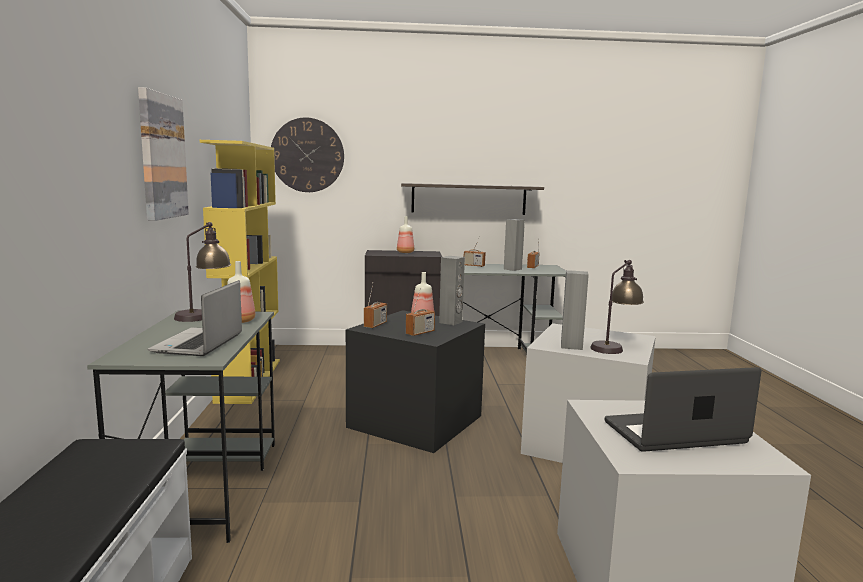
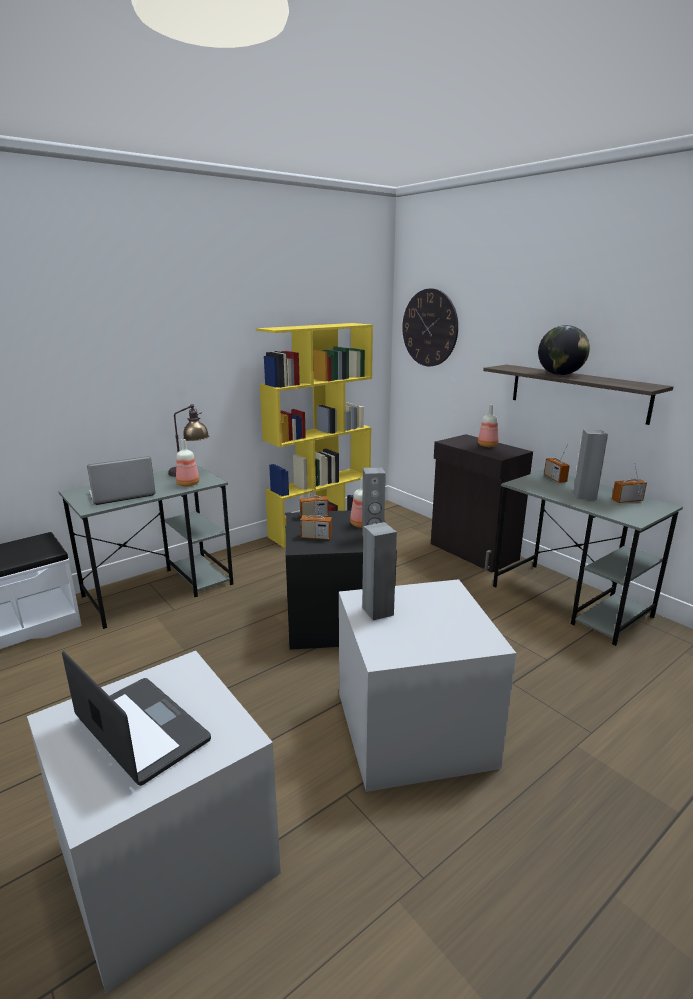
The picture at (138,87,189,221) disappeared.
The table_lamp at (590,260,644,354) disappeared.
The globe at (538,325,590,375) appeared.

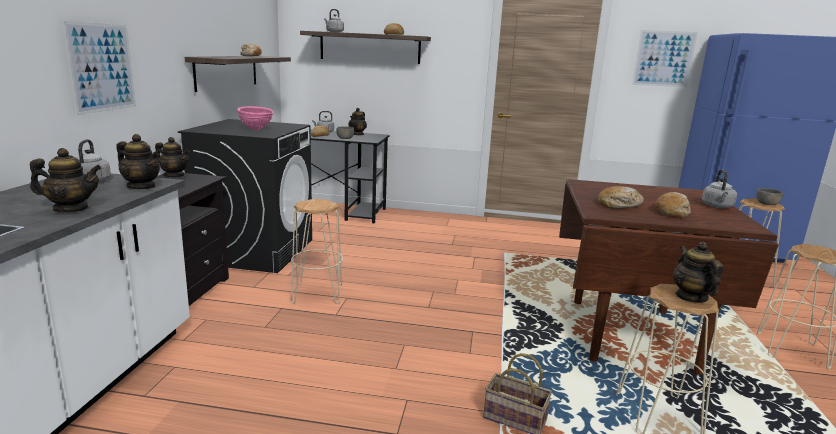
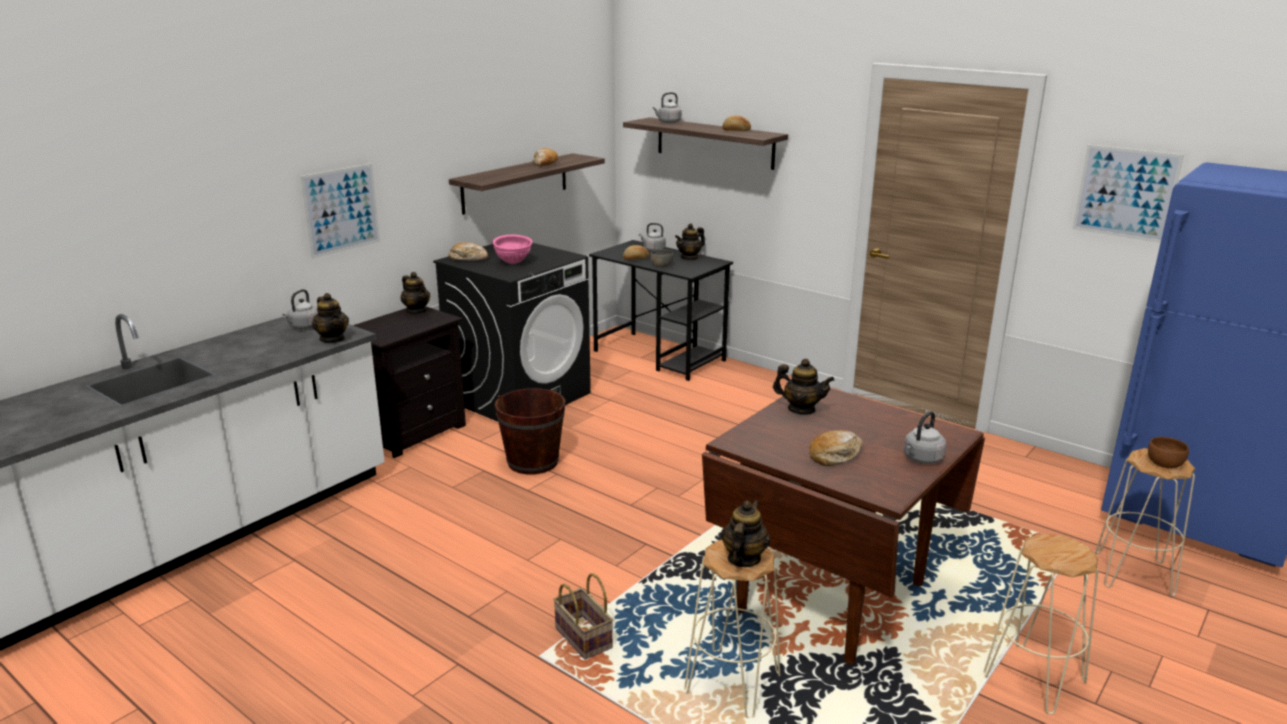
The teapot moved from (30,148,102,212) to (773,359,834,415).
The beige_stool at (291,199,343,304) was replaced by the brown_bucket at (495,388,566,474).
The bread moved from (598,186,644,209) to (449,242,488,261).
The grey_bowl at (756,188,783,205) became the brown_bowl at (1148,437,1189,468).

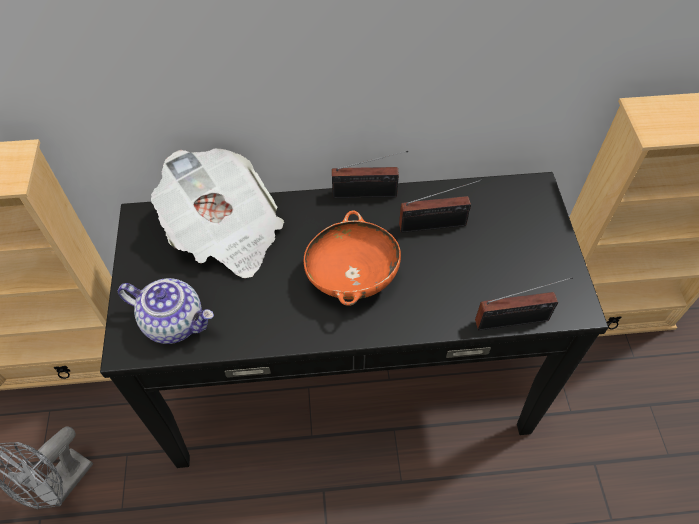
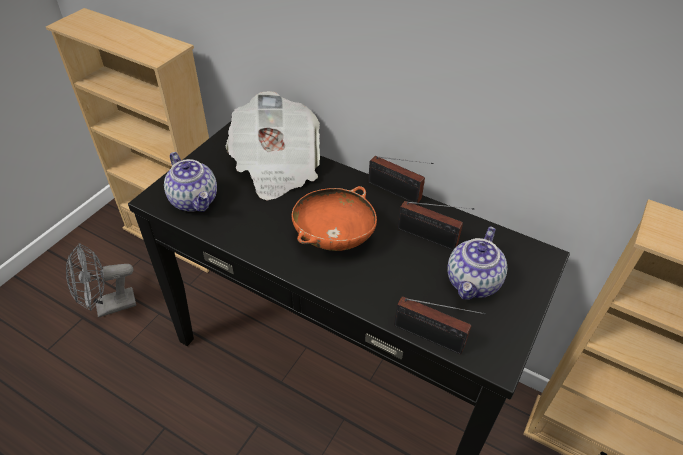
The teapot at (447,227,507,300) appeared.

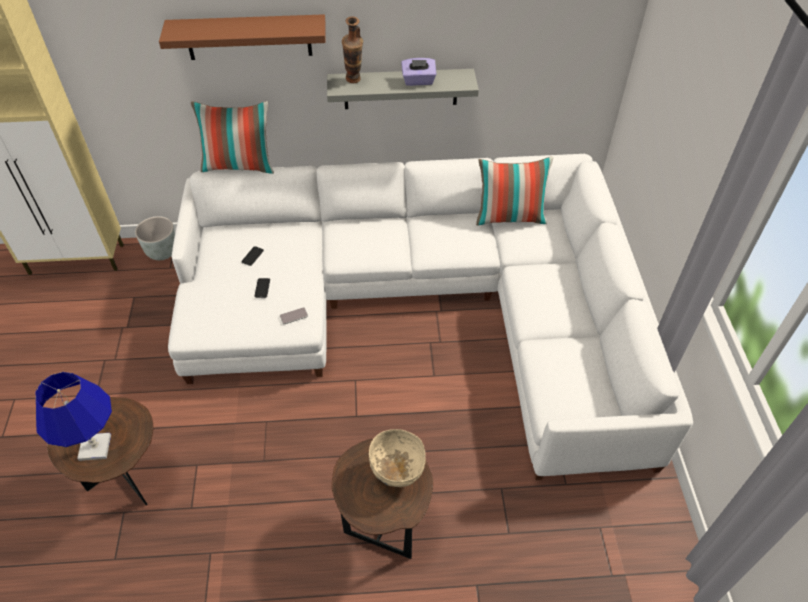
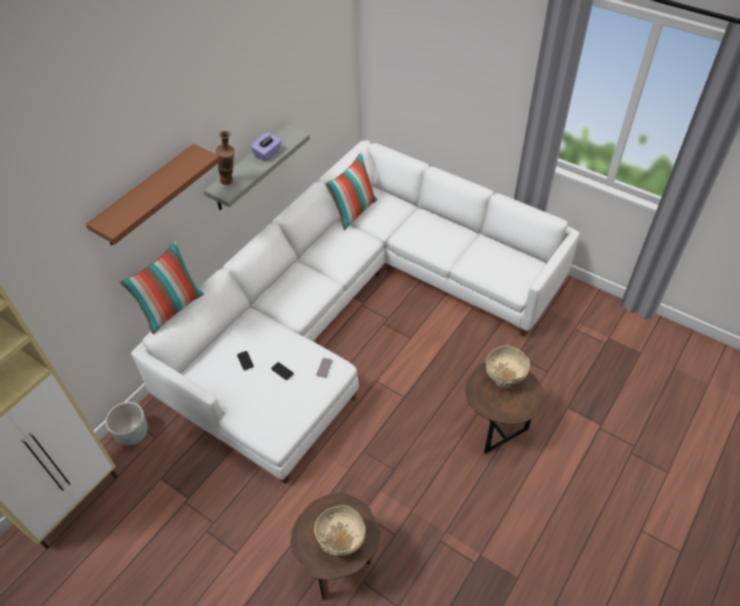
The blue_table_lamp at (36,372,112,461) was replaced by the beige_bowl at (314,505,366,556).

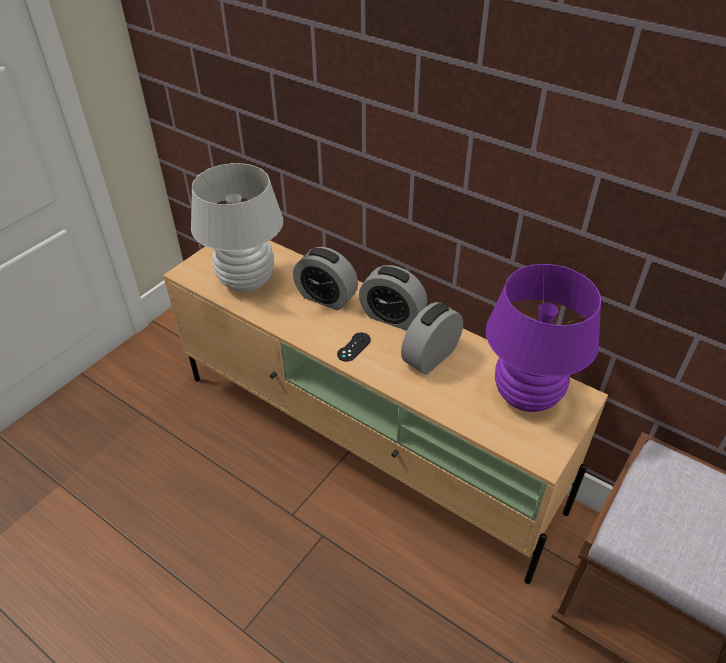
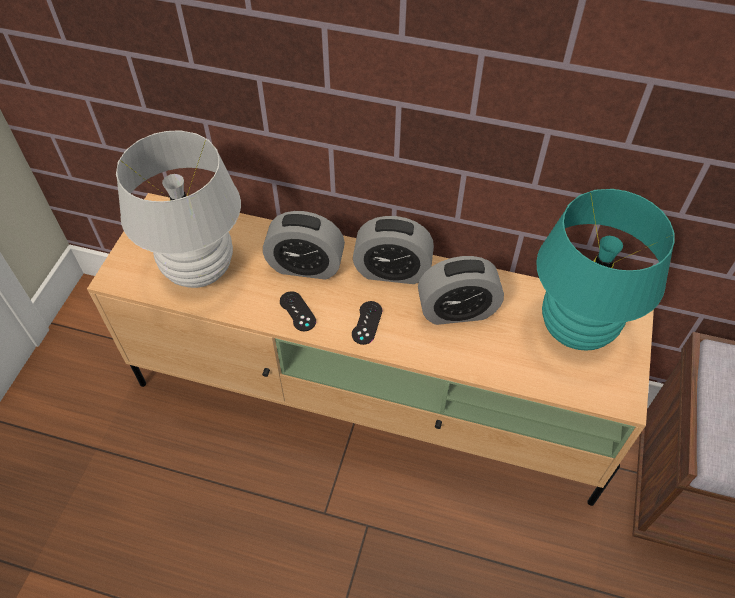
The alarm_clock at (401,302,463,374) turned 120 degrees counterclockwise.
The purple_table_lamp at (486,264,601,412) became the turquoise_table_lamp at (536,189,675,351).
The black_game_controller at (280,291,316,331) appeared.

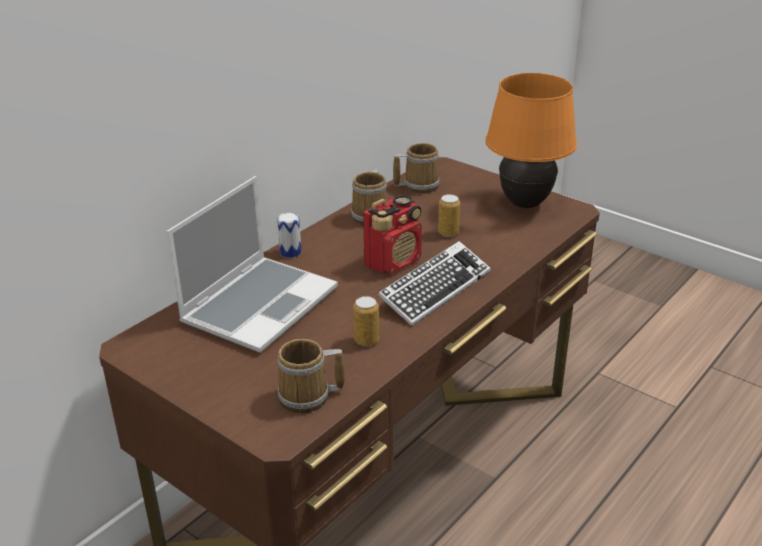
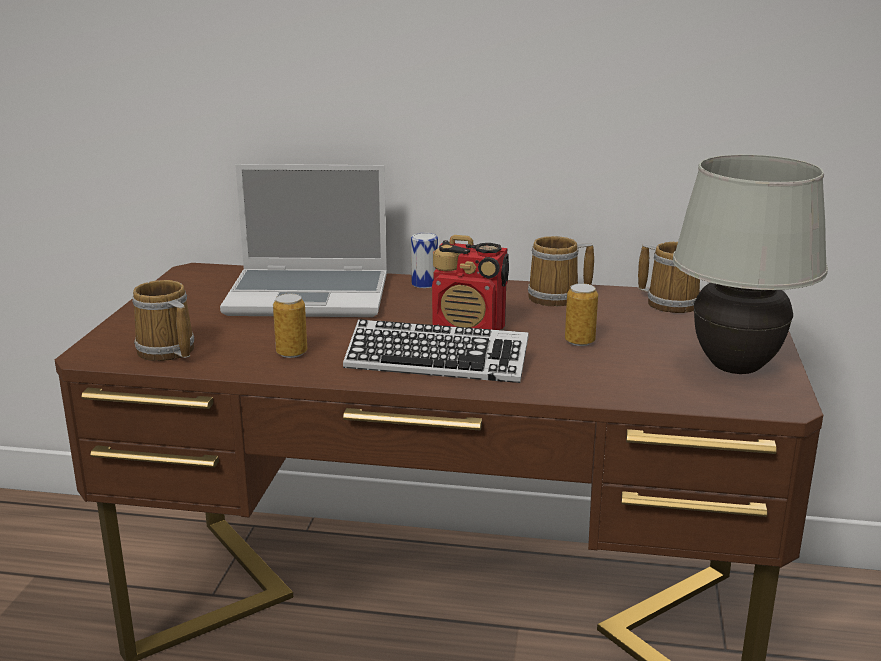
The orange_table_lamp at (485,73,577,208) became the white_table_lamp at (672,154,828,374).

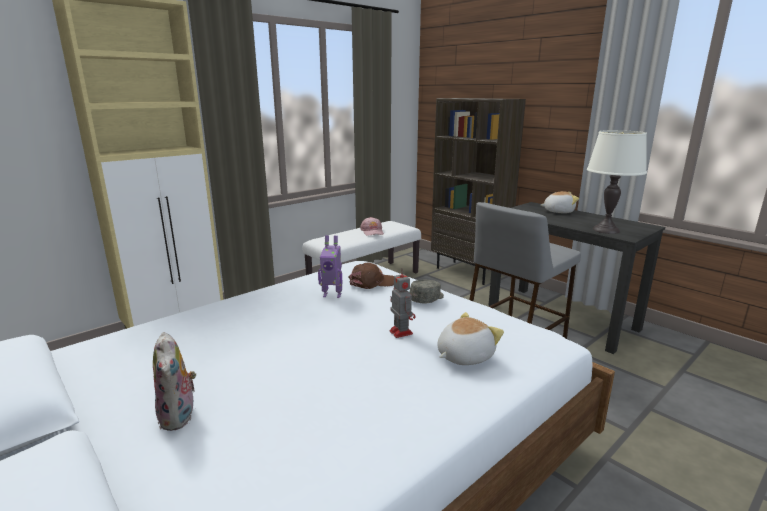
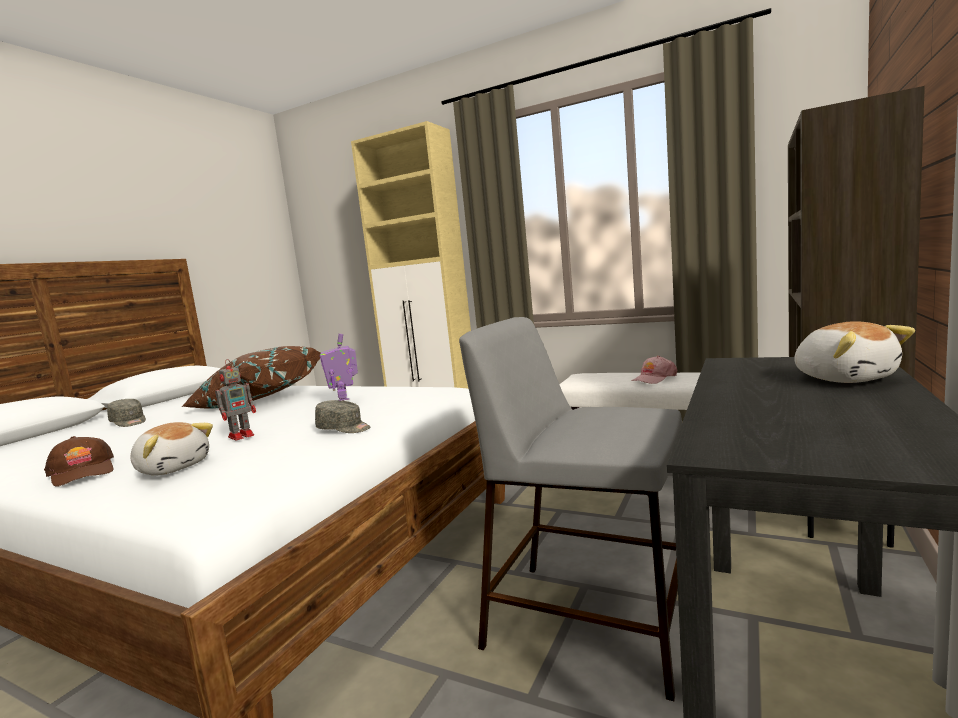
The plush_toy at (153,332,196,431) was replaced by the grey_cap at (107,399,146,427).
The brown_cap moved from (348,262,394,289) to (44,436,114,487).
The white_table_lamp at (587,130,647,234) disappeared.
The brown_pillow at (182,346,320,409) appeared.

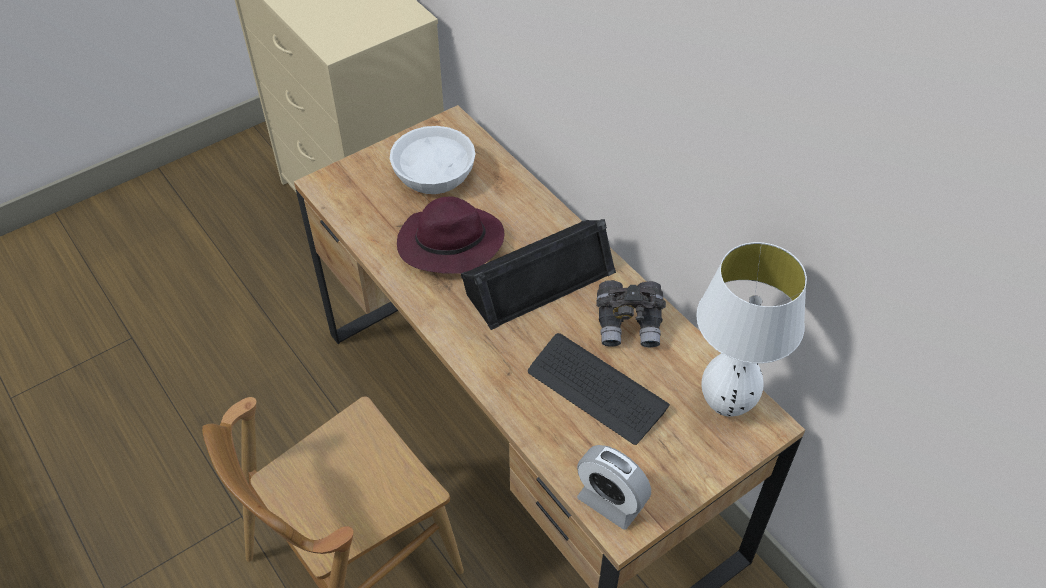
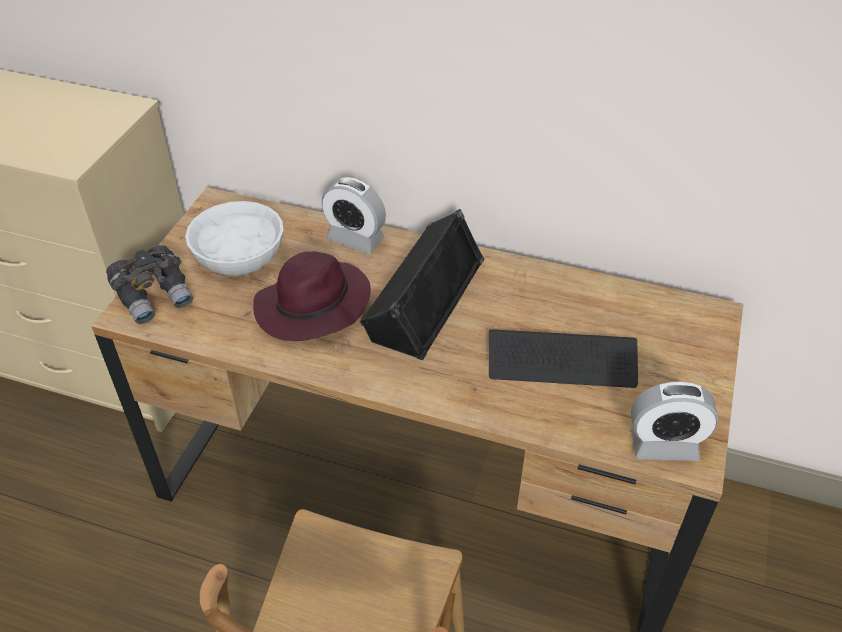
The grey_binoculars moved from (596,280,666,347) to (106,245,193,324).
The white_table_lamp at (696,242,807,417) disappeared.
The alarm_clock at (322,177,386,254) appeared.

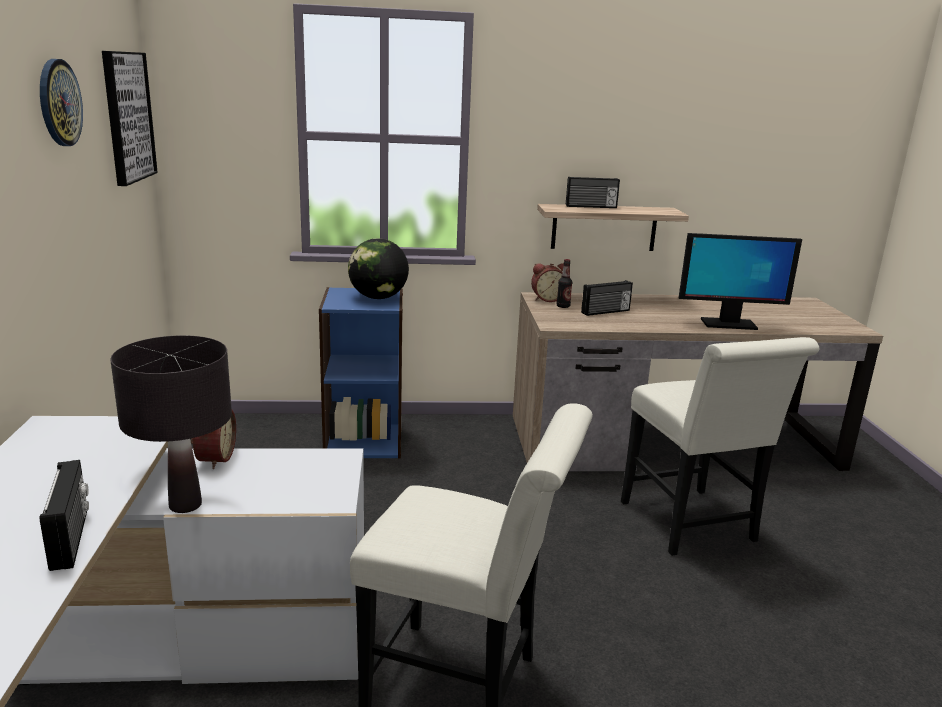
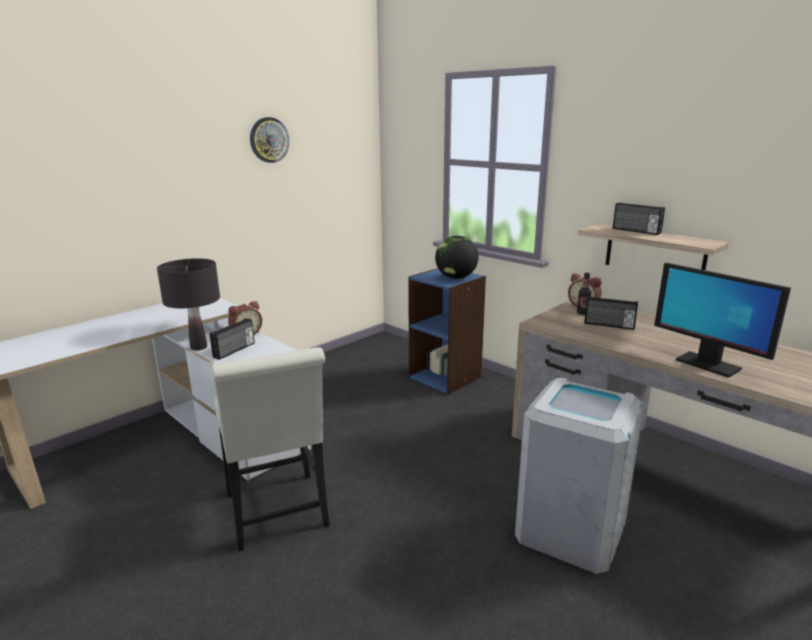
The radio moved from (39,460,89,571) to (210,318,255,360).
The picture at (102,51,158,186) disappeared.
The white_chair at (621,337,819,556) was replaced by the grey_trash_can at (515,378,644,574).

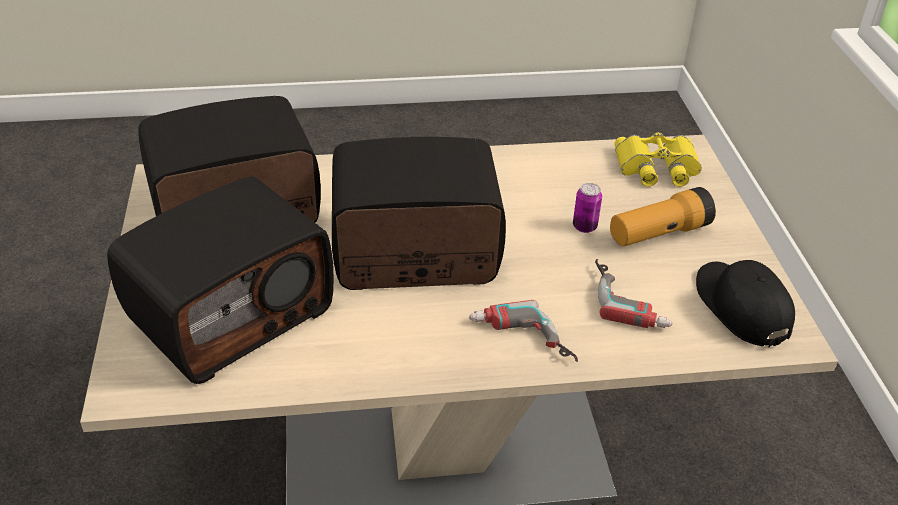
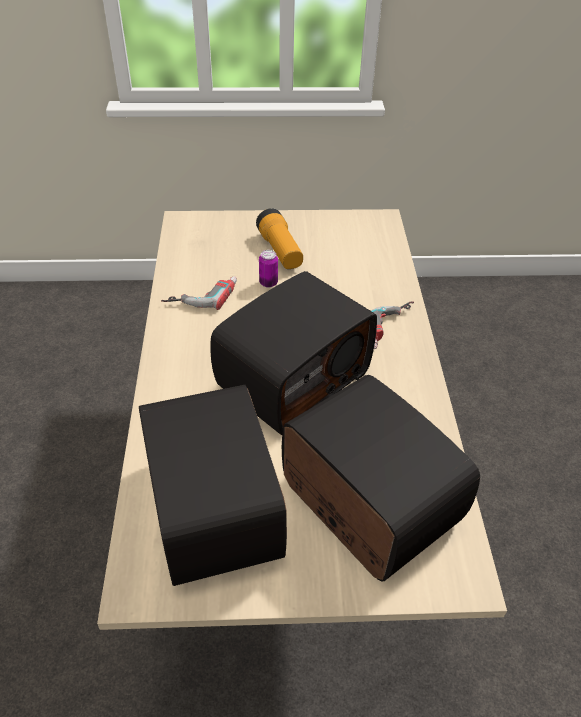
The radio at (332,137,506,290) turned 135 degrees counterclockwise.
The power_drill moved from (595,259,673,328) to (161,276,237,310).
The yellow_binoculars at (614,132,702,187) disappeared.
The black_cap at (696,260,795,347) disappeared.

